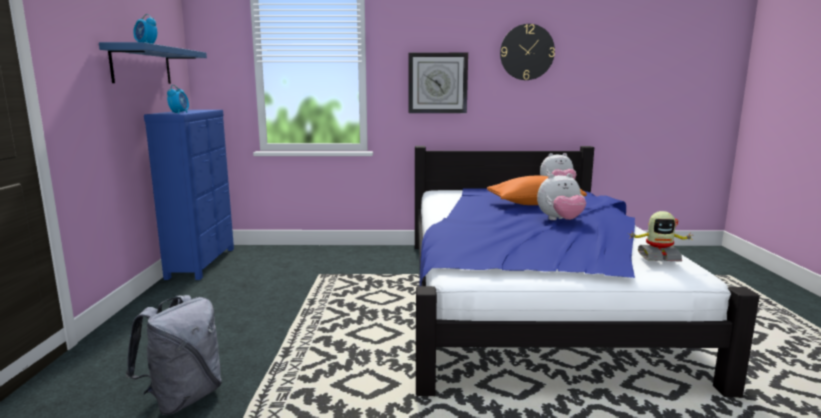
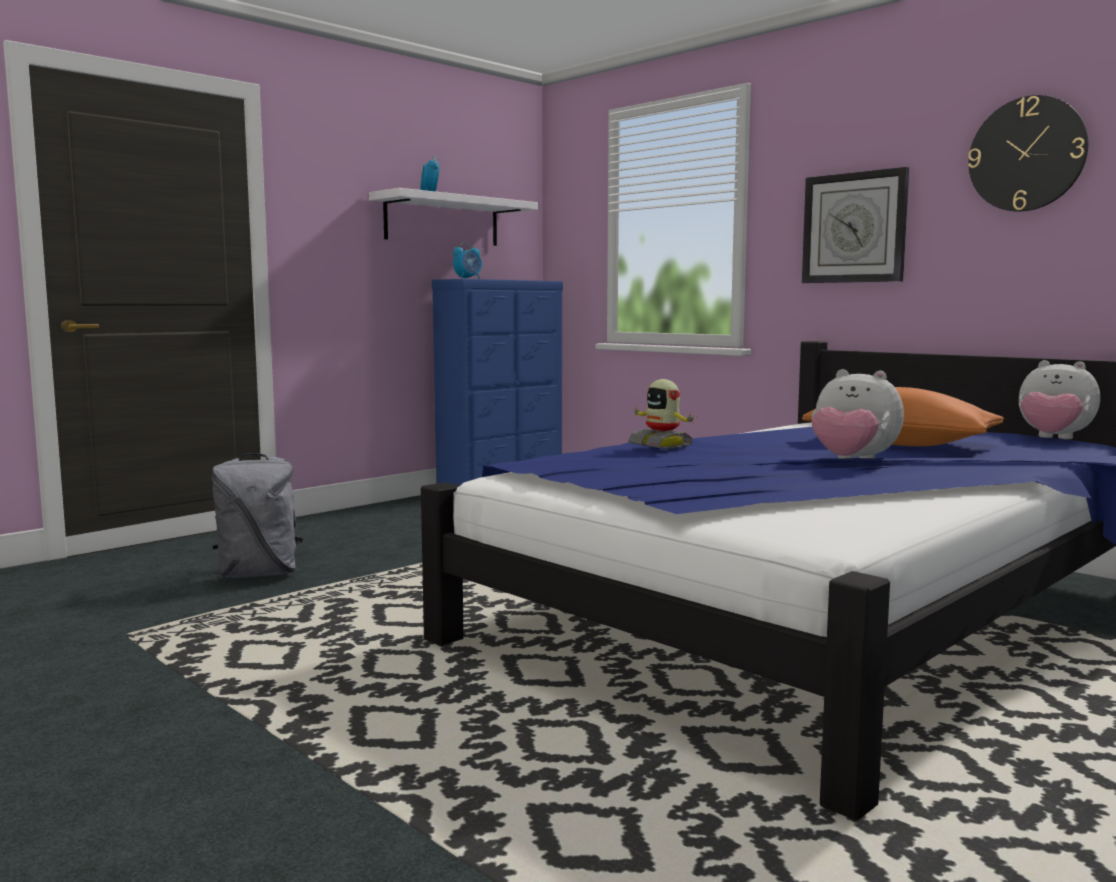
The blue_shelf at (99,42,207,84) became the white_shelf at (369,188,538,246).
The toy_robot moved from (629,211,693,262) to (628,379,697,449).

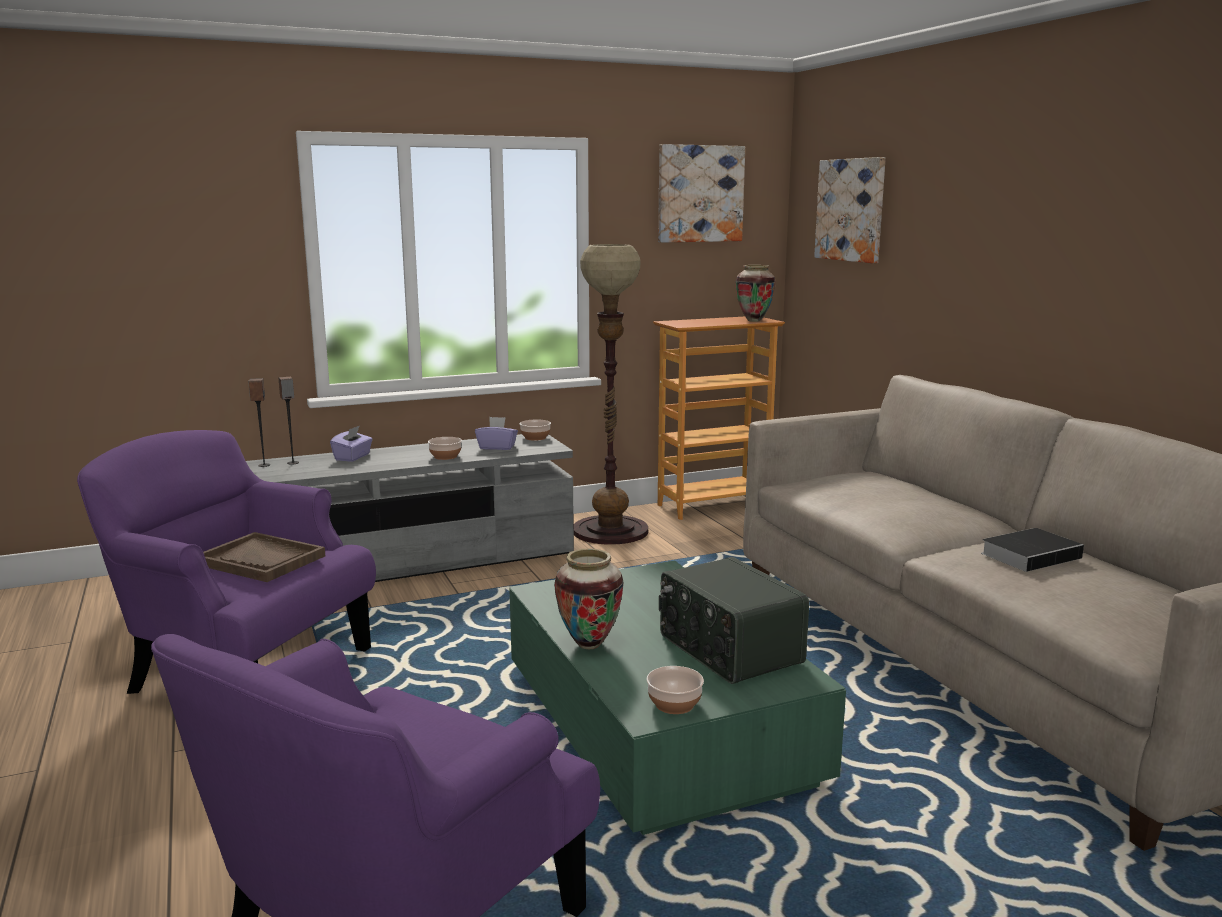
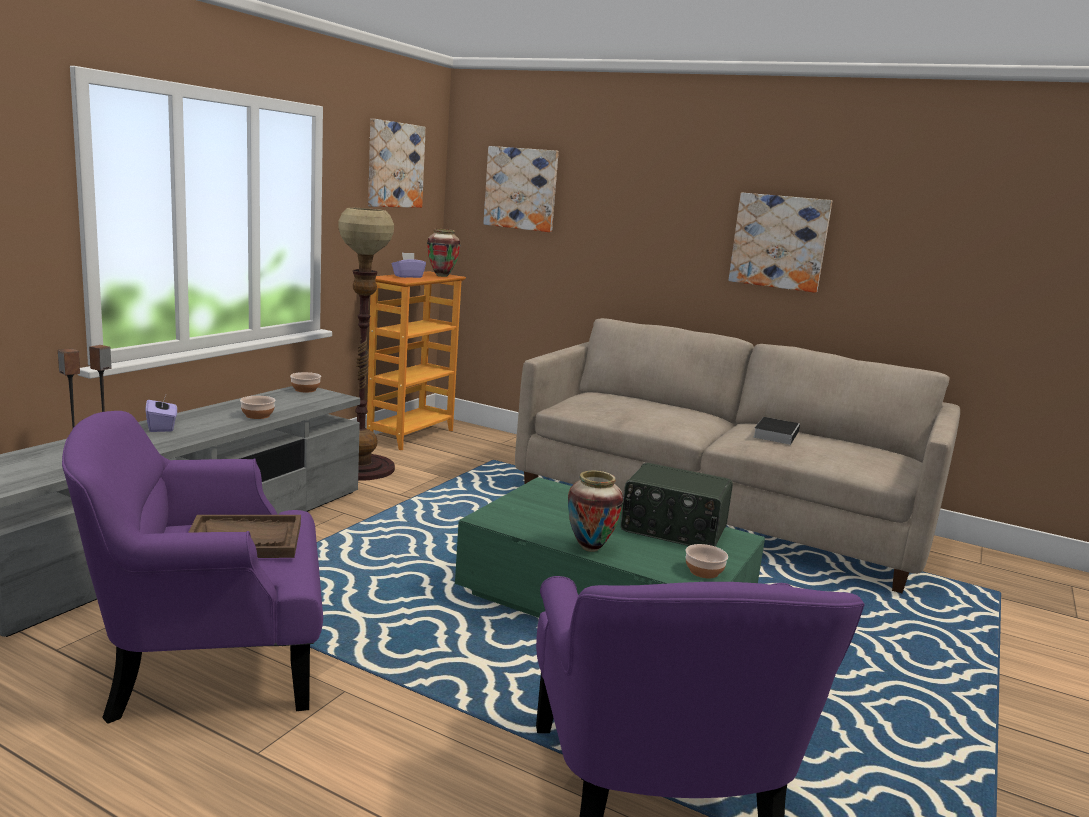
The purple_tissue_box moved from (475,417,518,450) to (392,253,426,278).
The picture at (729,193,832,293) appeared.

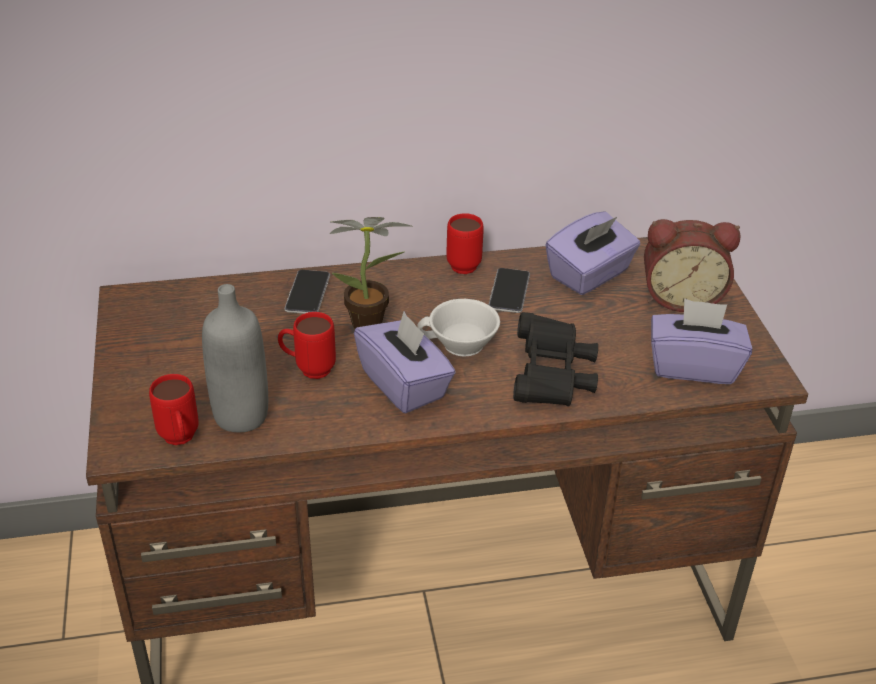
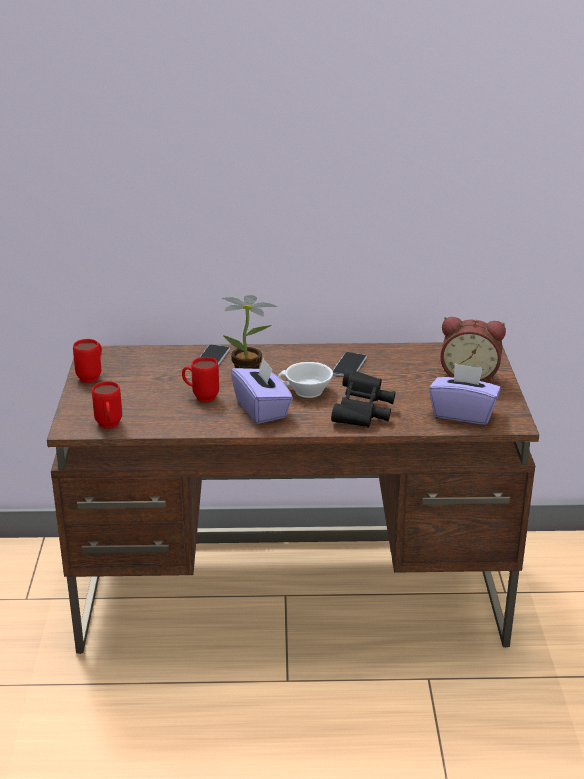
The grey_bottle at (202,284,268,432) disappeared.
The red_mug moved from (446,213,484,274) to (73,339,102,383).
The purple_tissue_box at (545,212,640,295) disappeared.

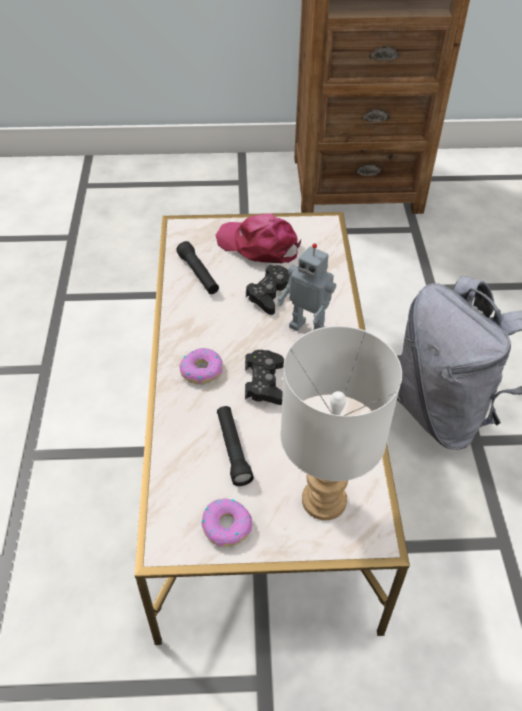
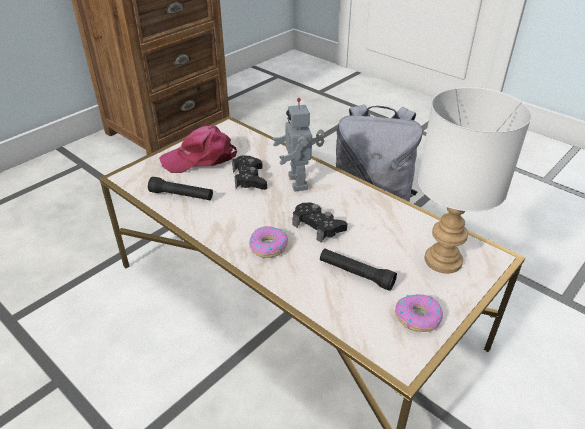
The toy_robot at (277,243,336,331) turned 90 degrees clockwise.

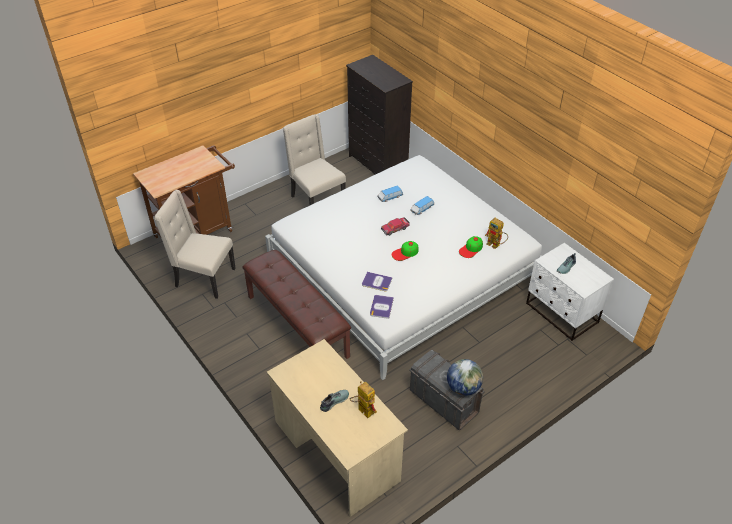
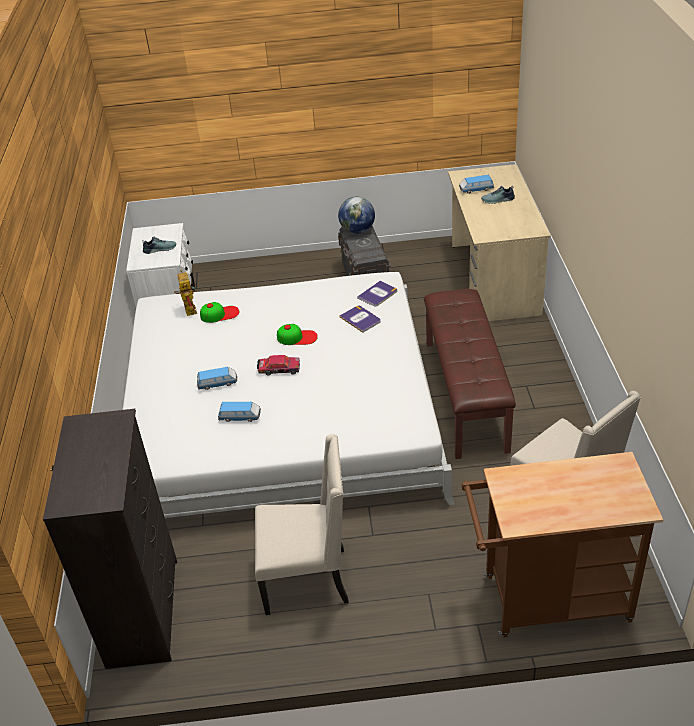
The beige_chair at (283,114,346,205) turned 90 degrees counterclockwise.
The toy_robot at (350,381,377,418) was replaced by the toy_car at (459,175,494,194).

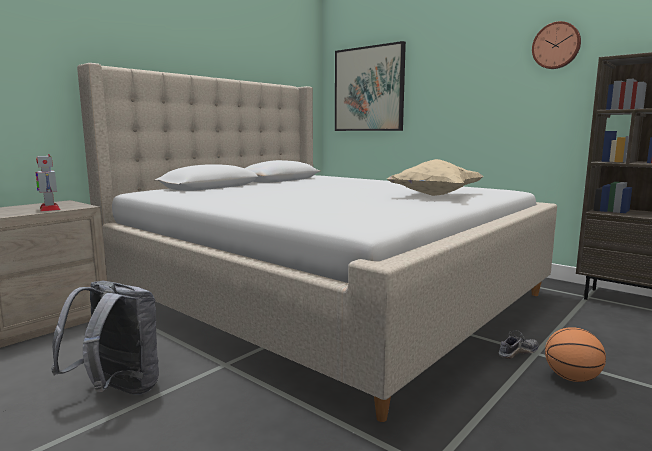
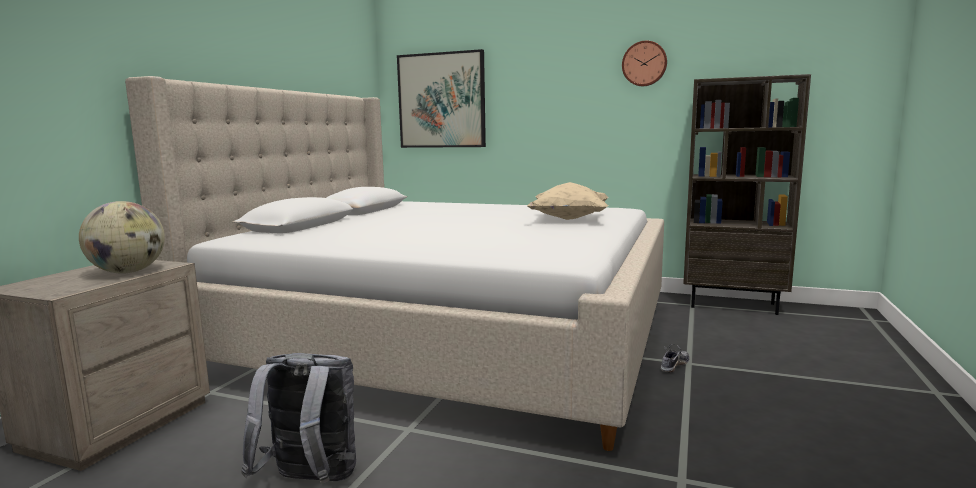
The toy_robot at (35,154,60,211) was replaced by the globe at (79,201,165,274).
The basketball at (545,327,606,382) disappeared.

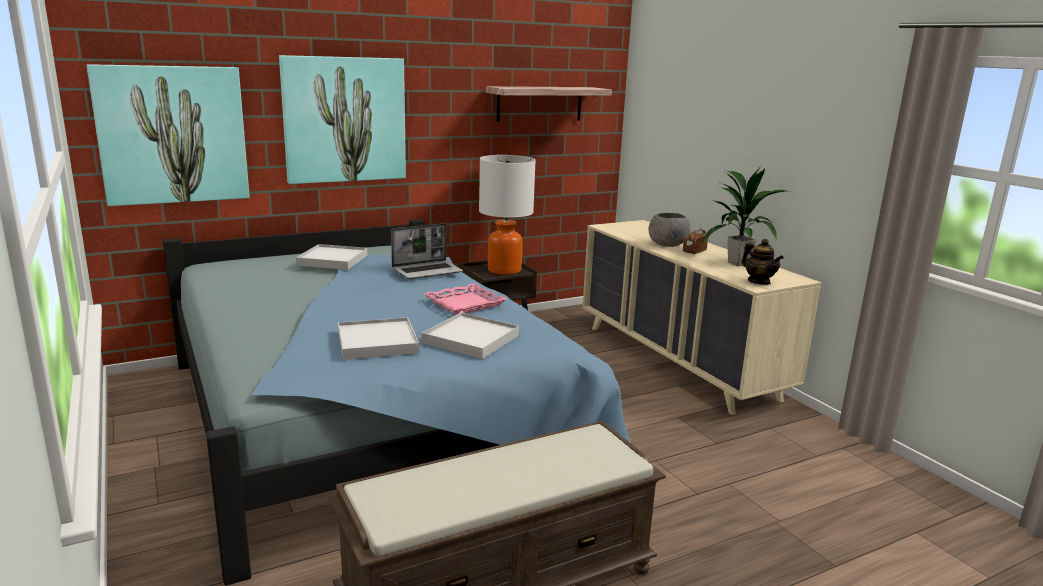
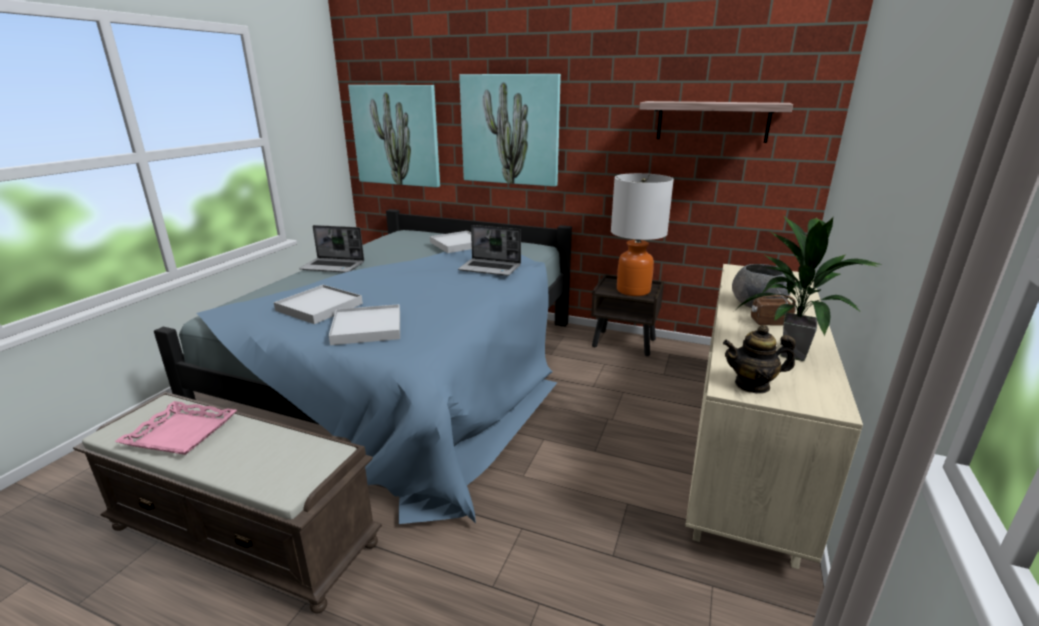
The pink_tray moved from (424,283,507,315) to (115,401,237,455).
The teapot at (742,239,784,285) turned 75 degrees clockwise.
The laptop at (299,225,364,273) appeared.

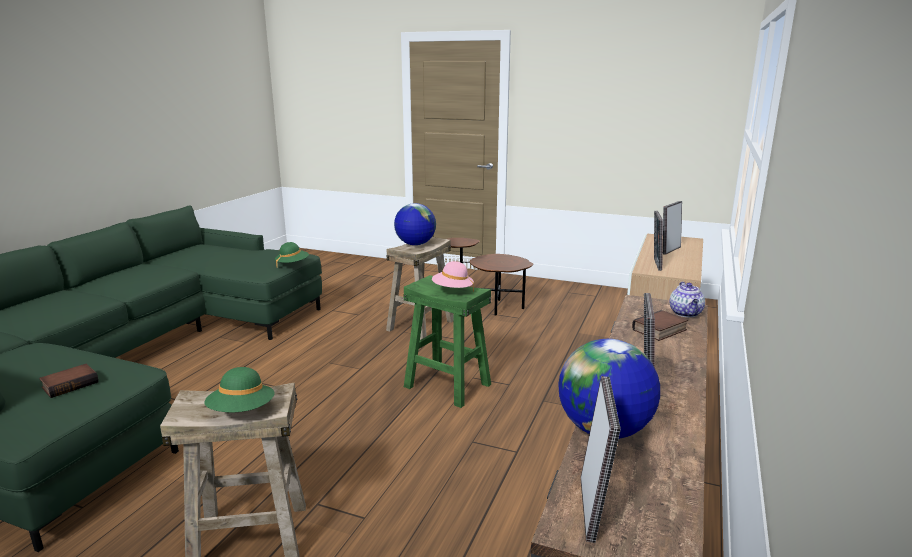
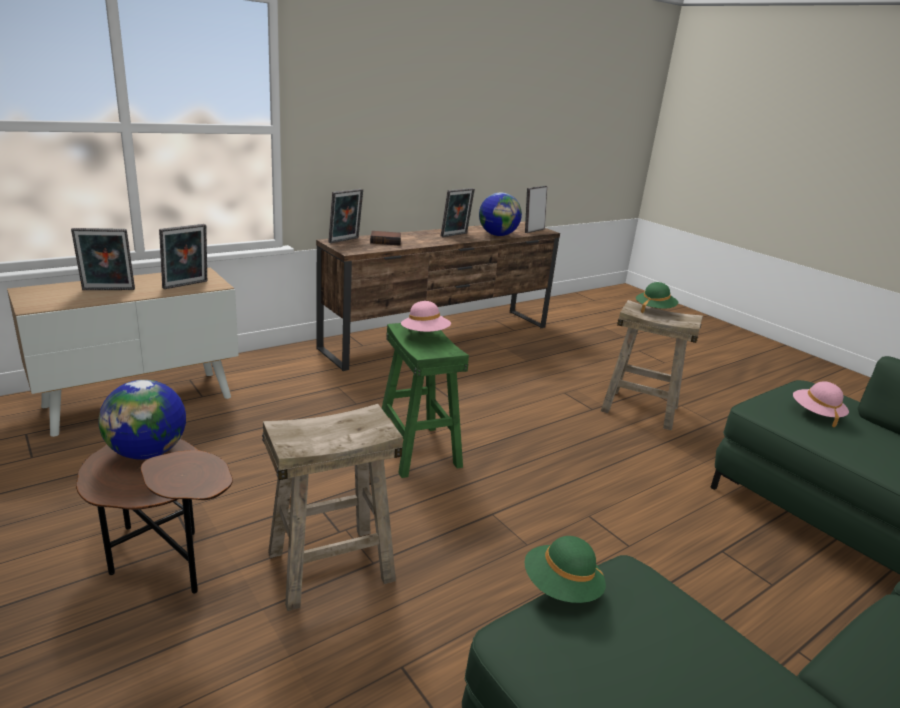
The book at (39,364,99,398) was replaced by the pink_hat at (793,381,849,427).
The globe moved from (394,203,436,245) to (98,380,186,460).
The teapot at (669,282,705,317) was replaced by the picture_frame at (328,189,363,243).

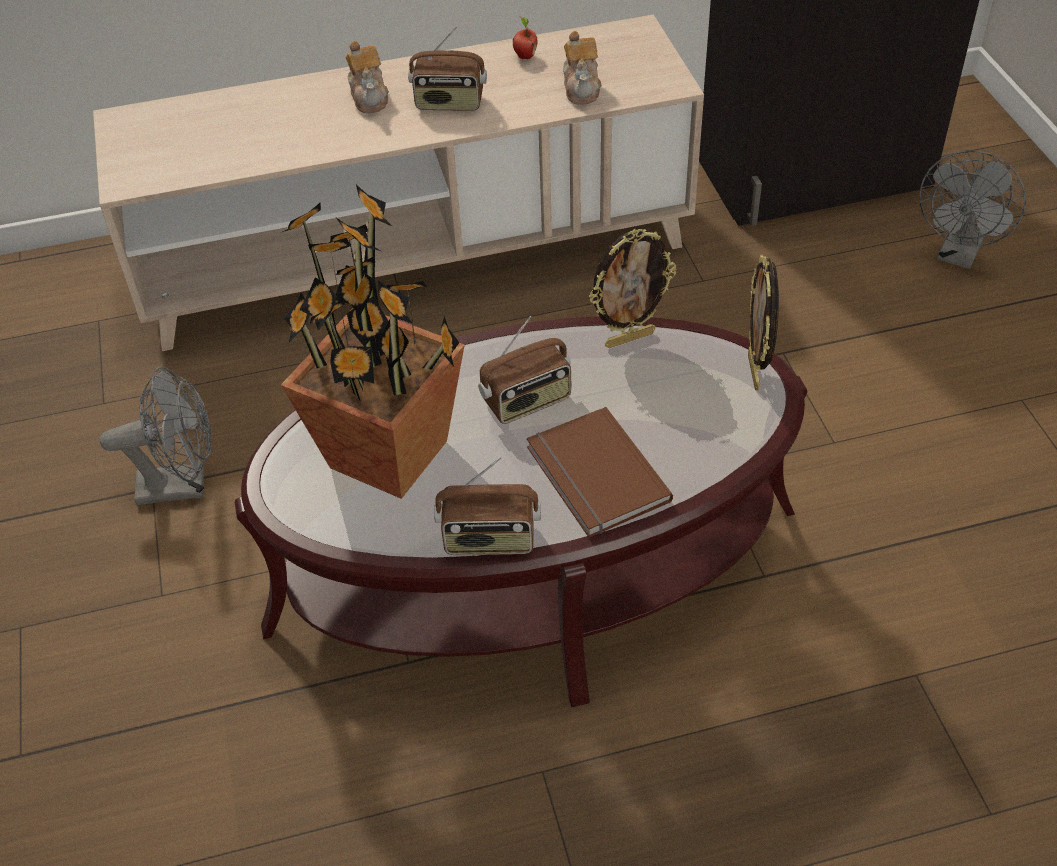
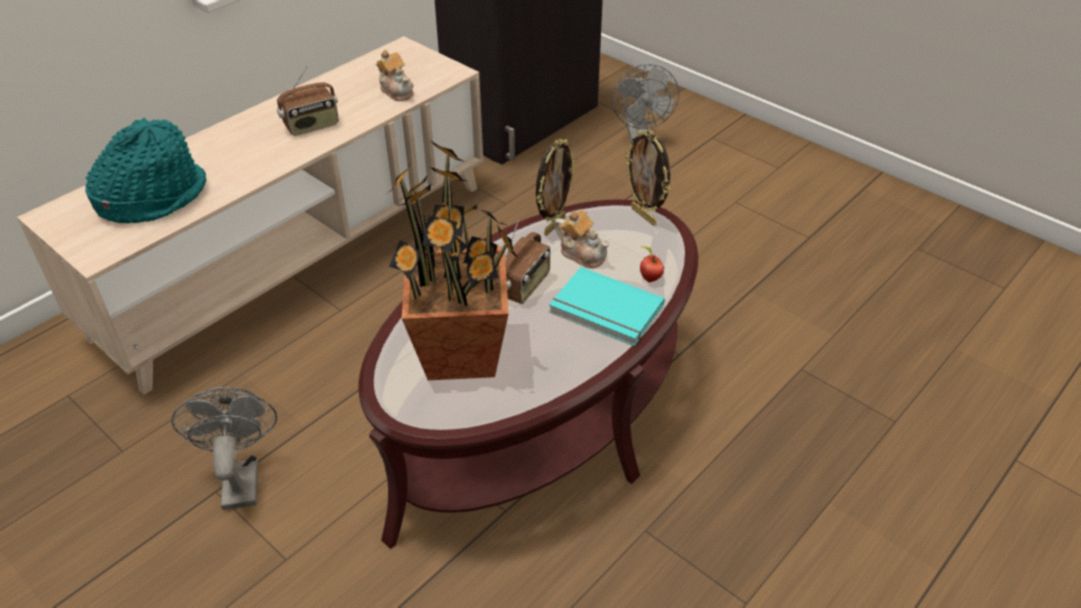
The grey_fan at (100,366,211,505) turned 60 degrees counterclockwise.
The teapot moved from (345,41,389,113) to (554,210,610,268).
The radio at (434,457,541,555) disappeared.
The apple moved from (513,16,537,59) to (640,246,664,282).
The brown_book at (527,407,673,537) became the turquoise_book at (549,267,665,346).
The turquoise_hat at (85,117,207,223) appeared.

